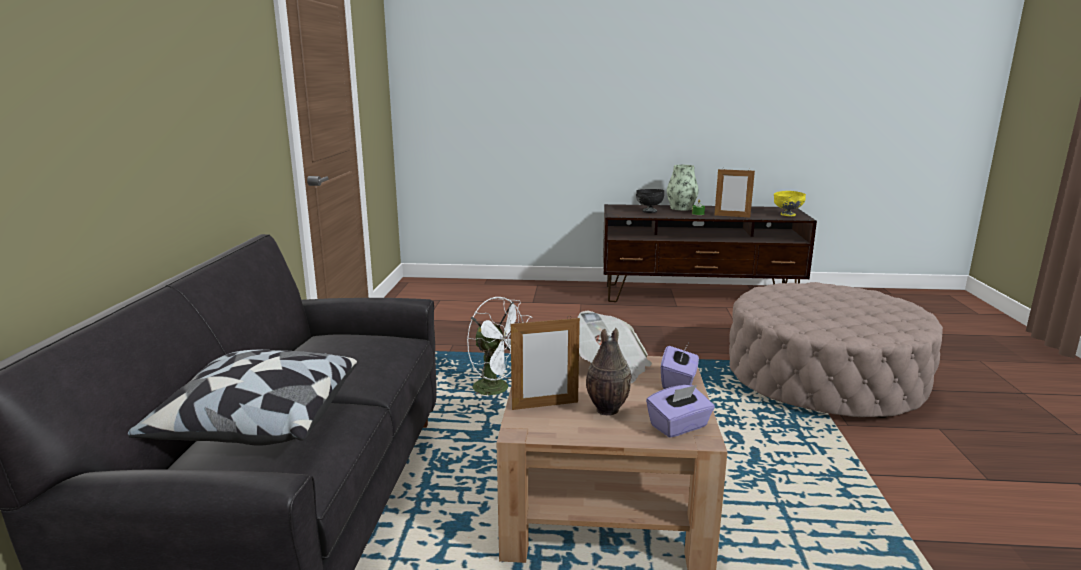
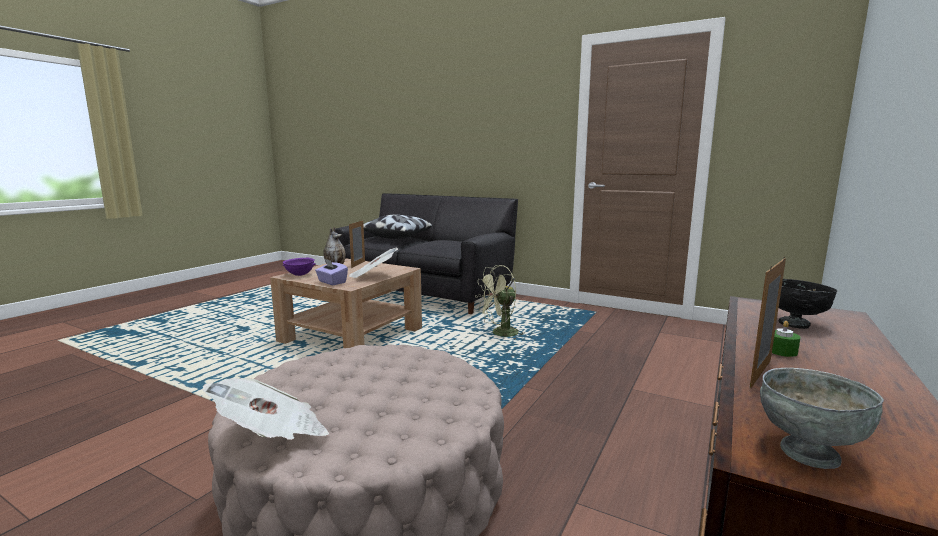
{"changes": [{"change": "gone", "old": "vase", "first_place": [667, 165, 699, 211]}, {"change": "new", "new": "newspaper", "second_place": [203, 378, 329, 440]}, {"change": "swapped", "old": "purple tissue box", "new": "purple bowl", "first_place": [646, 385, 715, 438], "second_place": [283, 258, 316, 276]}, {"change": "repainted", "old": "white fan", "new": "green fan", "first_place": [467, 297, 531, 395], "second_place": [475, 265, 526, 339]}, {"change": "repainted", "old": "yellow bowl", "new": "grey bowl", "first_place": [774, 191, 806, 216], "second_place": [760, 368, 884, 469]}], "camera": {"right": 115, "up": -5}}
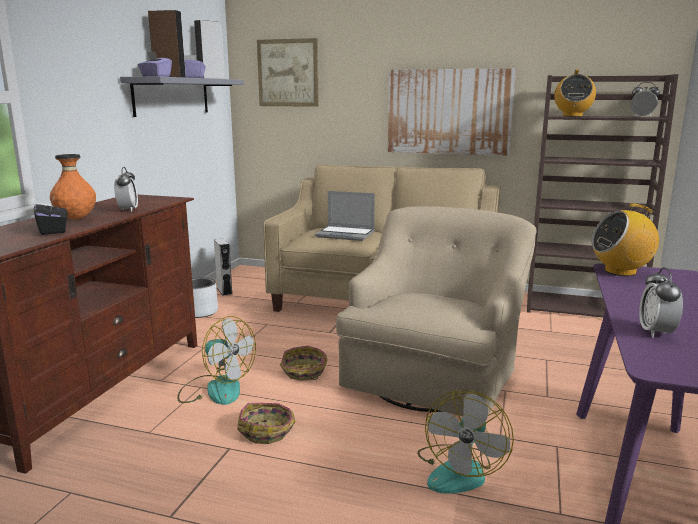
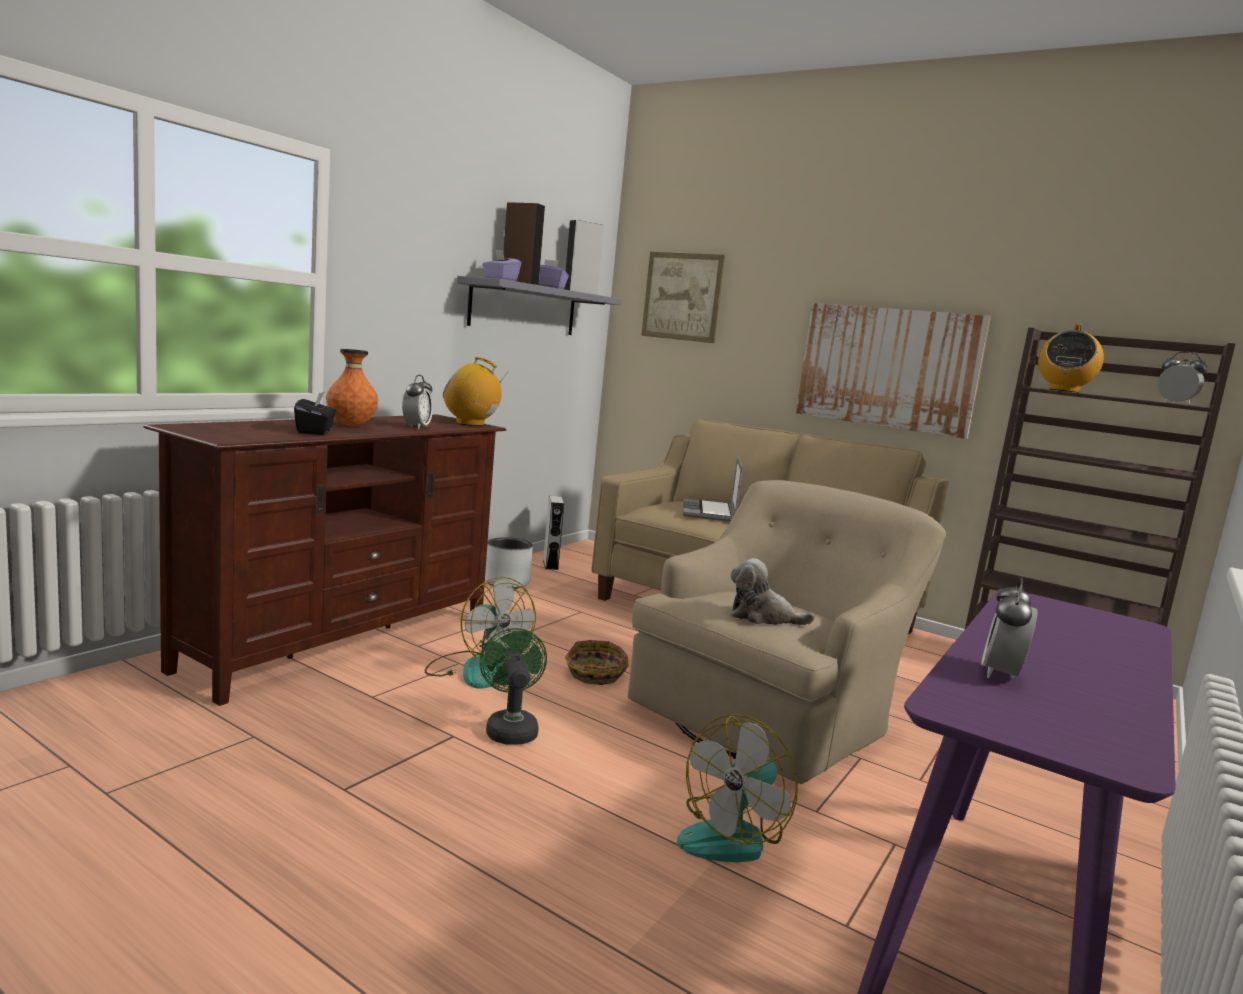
{"changes": [{"change": "new", "new": "plush toy", "second_place": [731, 558, 815, 625]}, {"change": "shifted", "old": "radio", "first_place": [591, 203, 659, 276], "second_place": [443, 357, 508, 426]}, {"change": "swapped", "old": "basket", "new": "green fan", "first_place": [237, 403, 295, 444], "second_place": [480, 628, 547, 745]}, {"change": "rotated", "old": "laptop", "first_place": [315, 191, 375, 241], "second_place": [683, 456, 743, 522], "degrees": 60}], "camera": {"right": 15, "up": -5}}
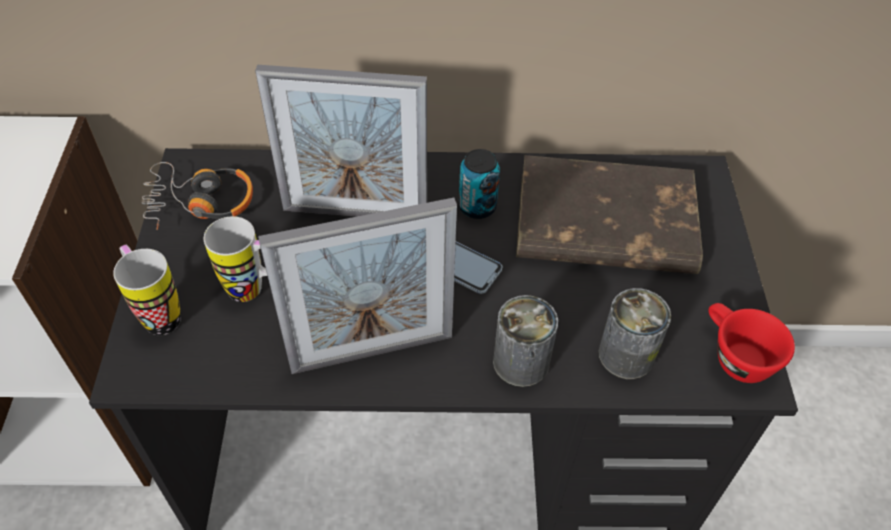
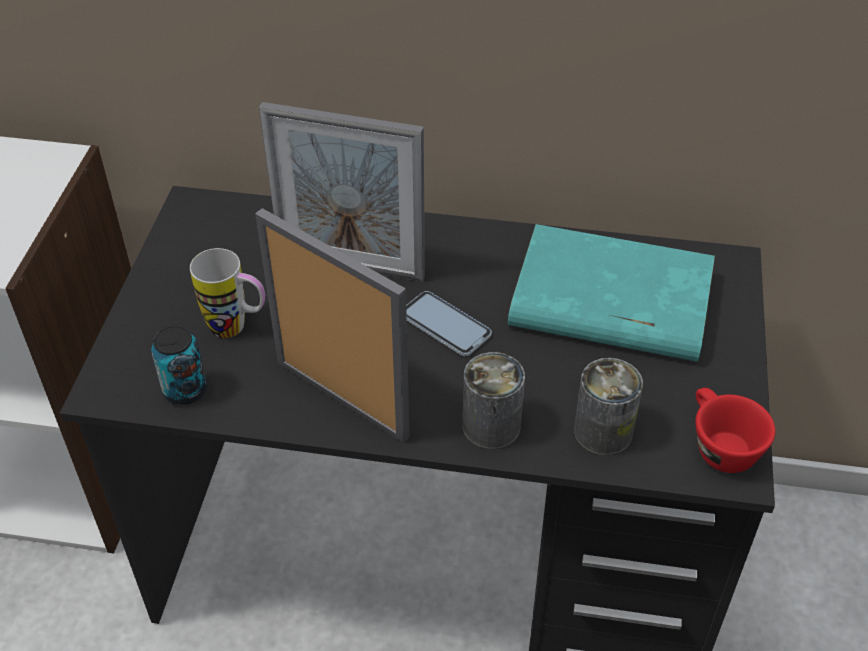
{"changes": [{"change": "gone", "old": "mug", "first_place": [113, 245, 181, 335]}, {"change": "gone", "old": "headphones", "first_place": [142, 162, 253, 230]}, {"change": "shifted", "old": "can", "first_place": [459, 149, 500, 219], "second_place": [151, 326, 207, 405]}, {"change": "repainted", "old": "brown book", "new": "turquoise book", "first_place": [516, 155, 703, 274], "second_place": [508, 224, 715, 362]}, {"change": "rotated", "old": "picture frame", "first_place": [258, 198, 457, 374], "second_place": [255, 208, 410, 443], "degrees": -135}], "camera": {"right": 10, "up": -5}}
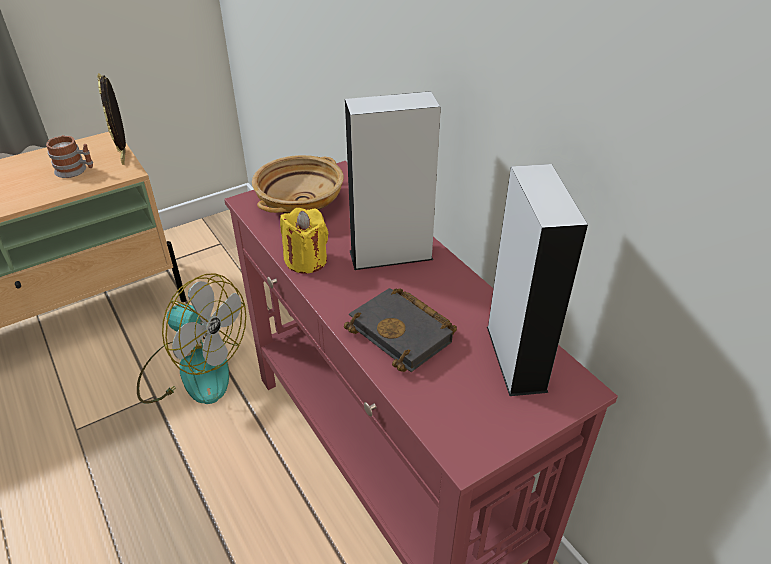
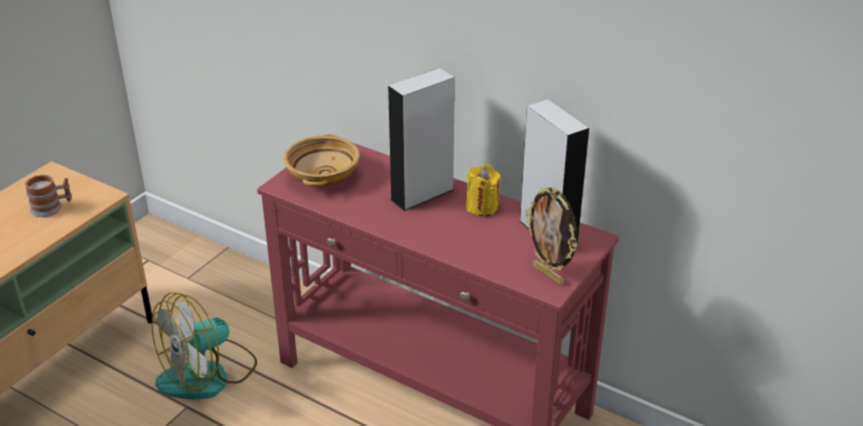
{"changes": [{"change": "gone", "old": "black book", "first_place": [344, 288, 457, 372]}, {"change": "shifted", "old": "picture frame", "first_place": [97, 73, 126, 165], "second_place": [526, 187, 578, 285]}, {"change": "shifted", "old": "yellow candle", "first_place": [280, 208, 329, 273], "second_place": [466, 164, 501, 216]}, {"change": "rotated", "old": "fan", "first_place": [137, 273, 246, 404], "second_place": [151, 292, 257, 400], "degrees": 135}], "camera": {"right": -25, "up": -5}}
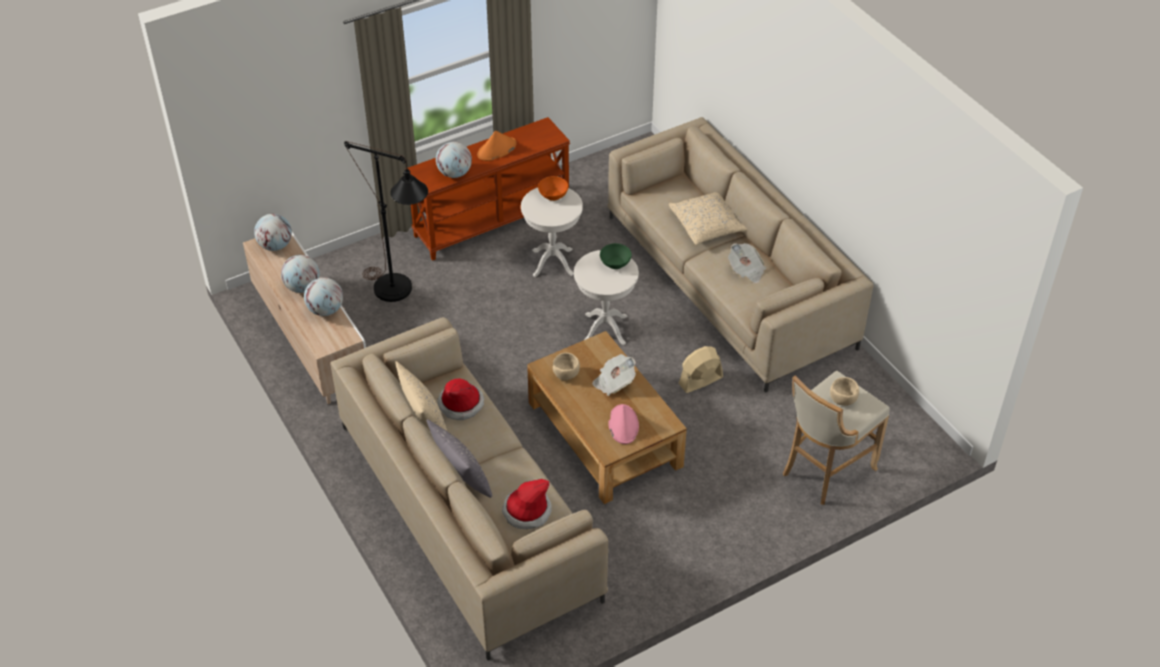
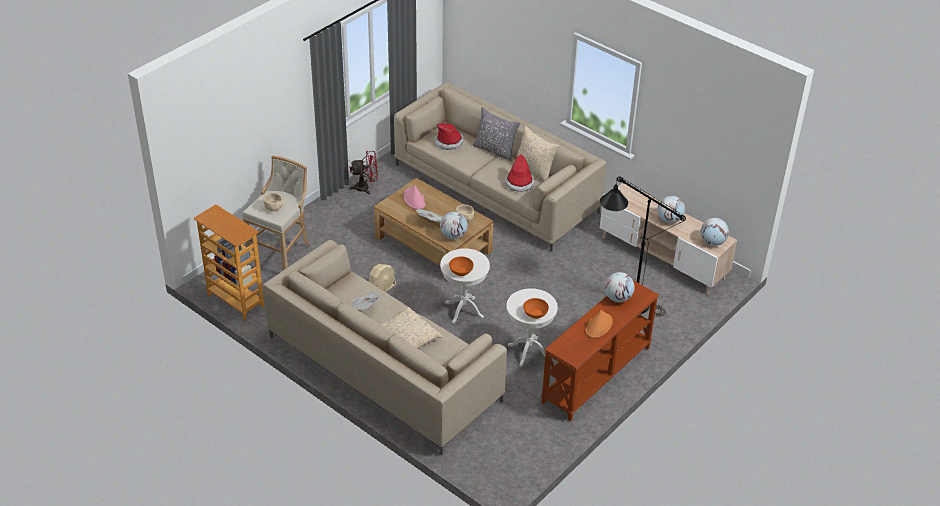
{"changes": [{"change": "new", "new": "bookcase", "second_place": [193, 204, 265, 321]}, {"change": "new", "new": "red fan", "second_place": [350, 151, 378, 194]}, {"change": "shifted", "old": "globe", "first_place": [304, 277, 343, 316], "second_place": [440, 212, 468, 239]}, {"change": "repainted", "old": "green bowl", "new": "orange bowl", "first_place": [600, 243, 632, 269], "second_place": [449, 256, 474, 276]}], "camera": {"right": 160, "up": -5}}
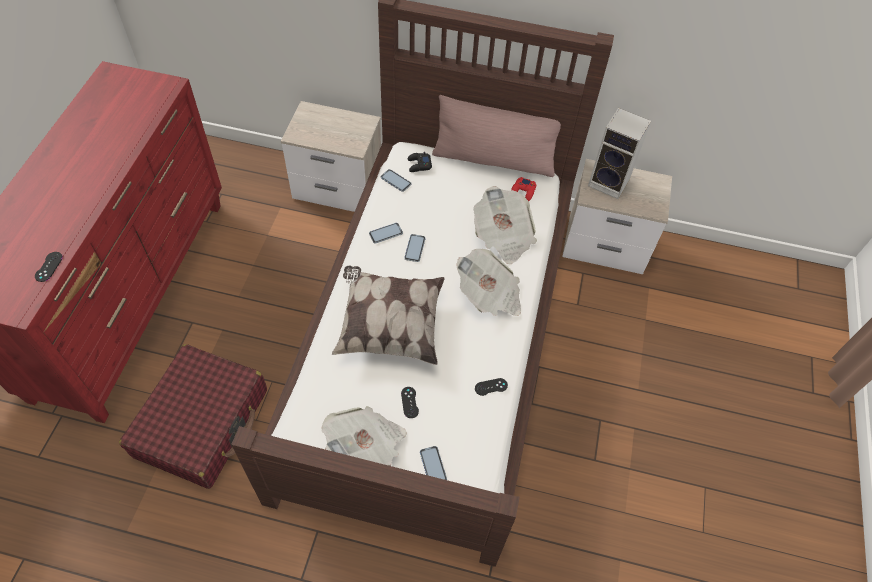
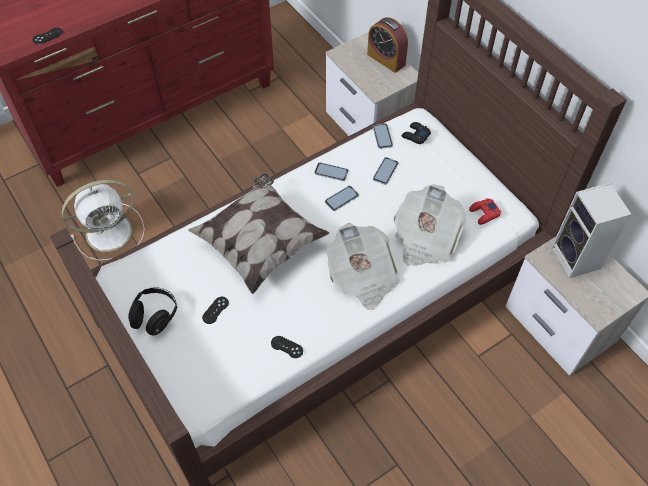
{"changes": [{"change": "gone", "old": "pink pillow", "first_place": [432, 95, 561, 177]}, {"change": "new", "new": "alarm clock", "second_place": [367, 17, 408, 73]}, {"change": "shifted", "old": "phone", "first_place": [420, 446, 447, 480], "second_place": [373, 157, 398, 185]}, {"change": "swapped", "old": "red suitcase", "new": "white fan", "first_place": [119, 344, 267, 489], "second_place": [62, 180, 145, 261]}, {"change": "swapped", "old": "newspaper", "new": "black headphones", "first_place": [321, 406, 407, 466], "second_place": [128, 287, 177, 335]}], "camera": {"right": 45, "up": 0}}
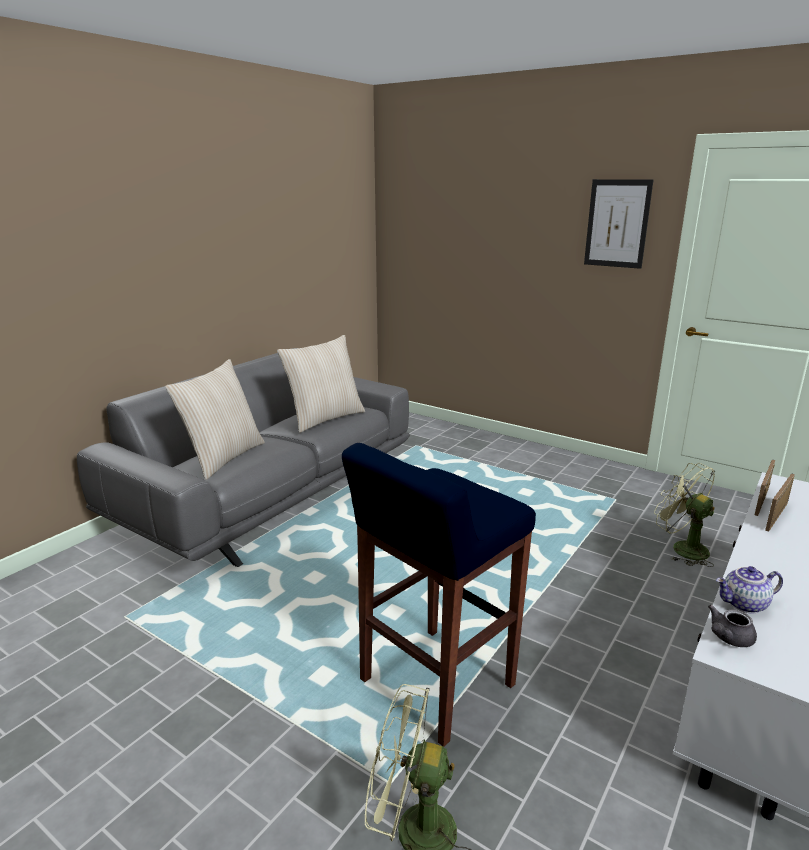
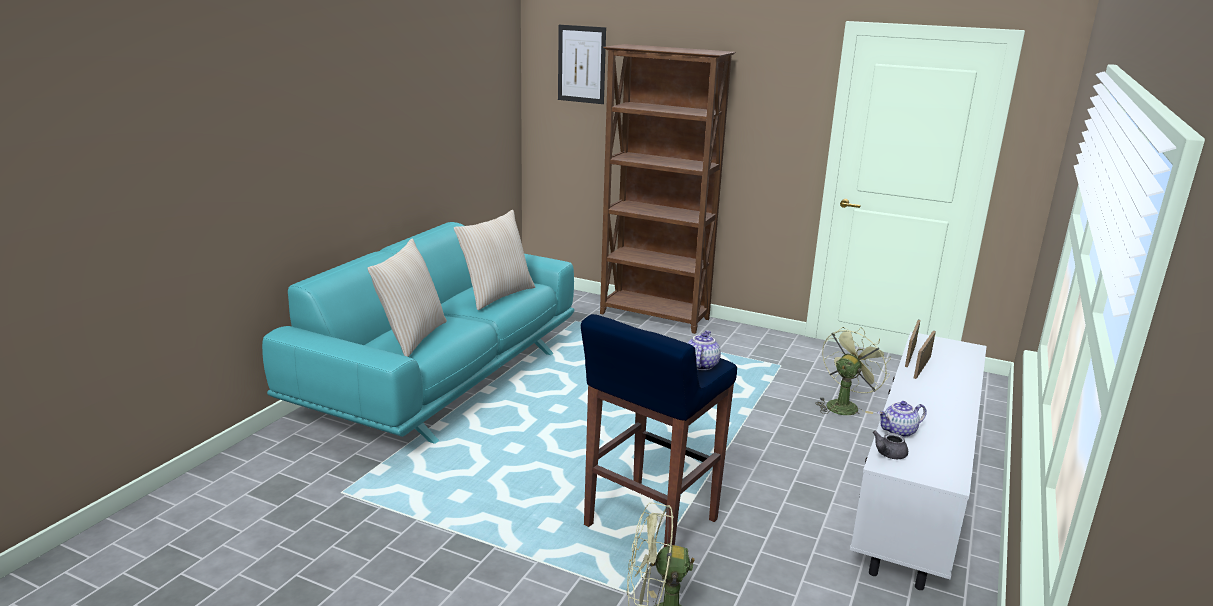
{"changes": [{"change": "new", "new": "brown bookcase", "second_place": [600, 44, 736, 334]}, {"change": "new", "new": "teapot", "second_place": [688, 330, 721, 370]}, {"change": "shifted", "old": "picture", "first_place": [584, 179, 653, 269], "second_place": [558, 25, 606, 104]}, {"change": "repainted", "old": "grey sofa", "new": "turquoise sofa", "first_place": [77, 348, 410, 567], "second_place": [262, 222, 574, 444]}, {"change": "rotated", "old": "green fan", "first_place": [654, 463, 715, 567], "second_place": [815, 327, 891, 415], "degrees": 90}], "camera": {"right": -10, "up": 0}}
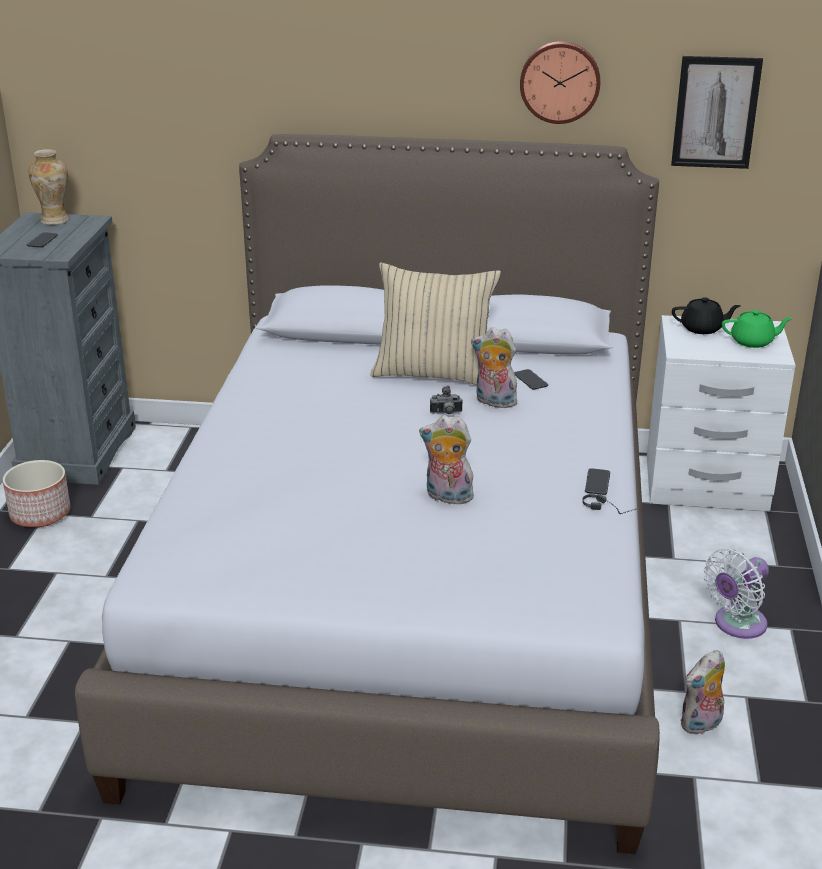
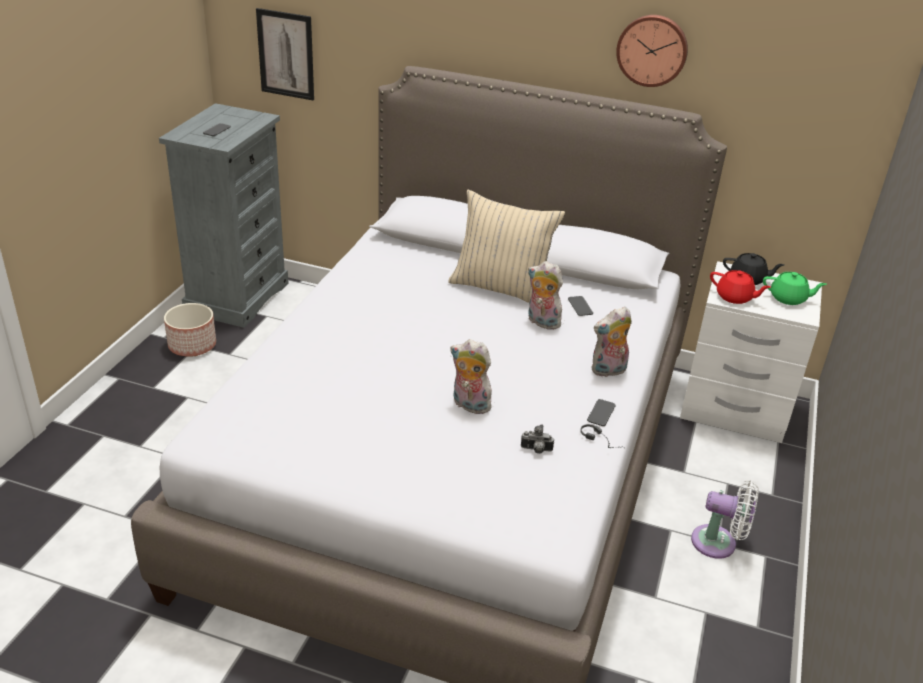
{"changes": [{"change": "gone", "old": "vase", "first_place": [29, 149, 69, 225]}, {"change": "new", "new": "red teapot", "second_place": [710, 270, 771, 304]}, {"change": "shifted", "old": "photo camera", "first_place": [430, 386, 463, 414], "second_place": [521, 424, 554, 454]}, {"change": "shifted", "old": "picture", "first_place": [671, 56, 763, 169], "second_place": [256, 8, 314, 100]}, {"change": "shifted", "old": "plush toy", "first_place": [680, 650, 725, 735], "second_place": [592, 307, 632, 377]}, {"change": "rotated", "old": "white fan", "first_place": [704, 548, 769, 639], "second_place": [691, 480, 759, 559], "degrees": -135}], "camera": {"right": 10, "up": 5}}
